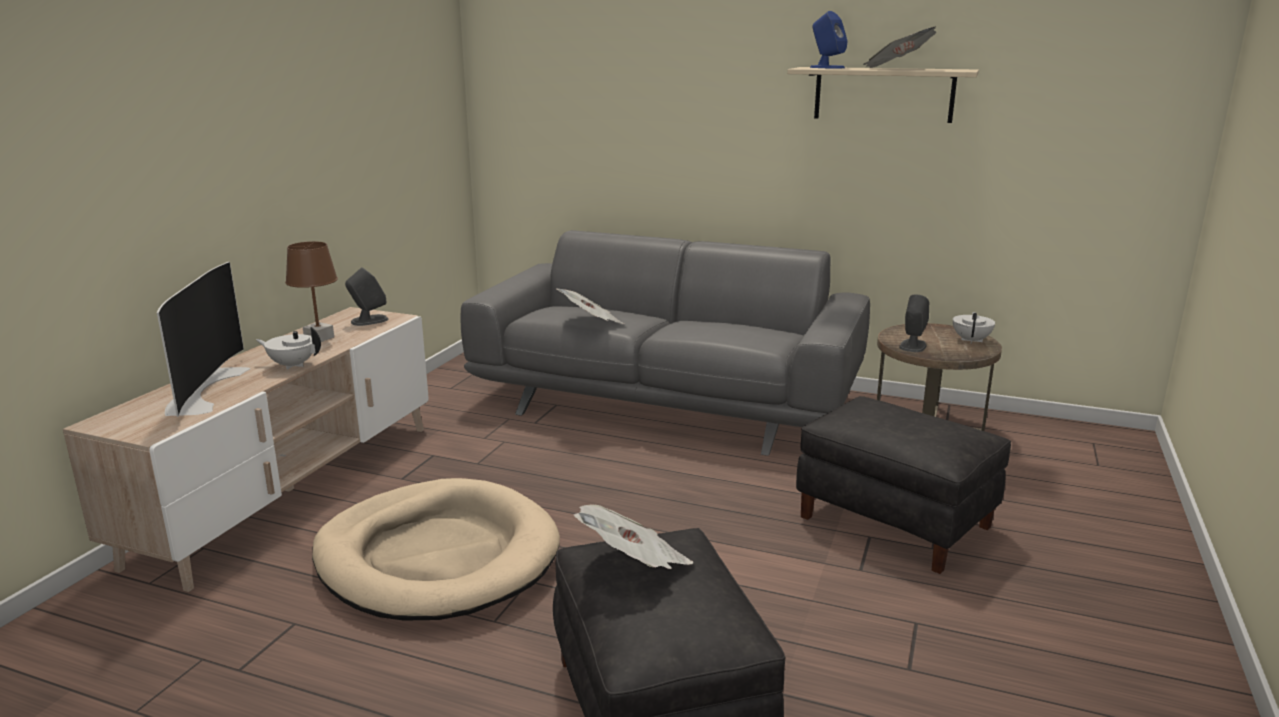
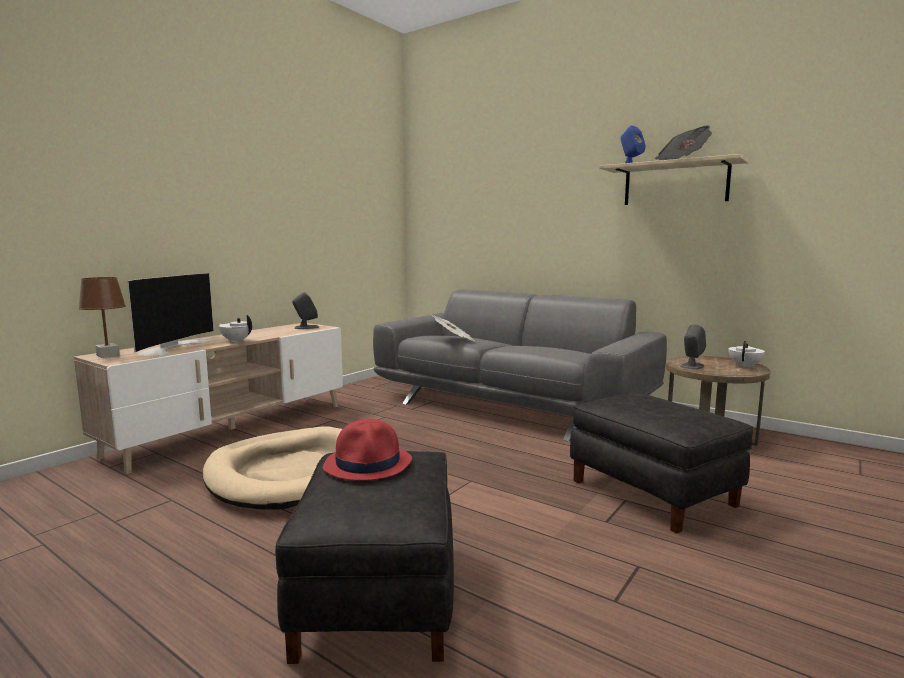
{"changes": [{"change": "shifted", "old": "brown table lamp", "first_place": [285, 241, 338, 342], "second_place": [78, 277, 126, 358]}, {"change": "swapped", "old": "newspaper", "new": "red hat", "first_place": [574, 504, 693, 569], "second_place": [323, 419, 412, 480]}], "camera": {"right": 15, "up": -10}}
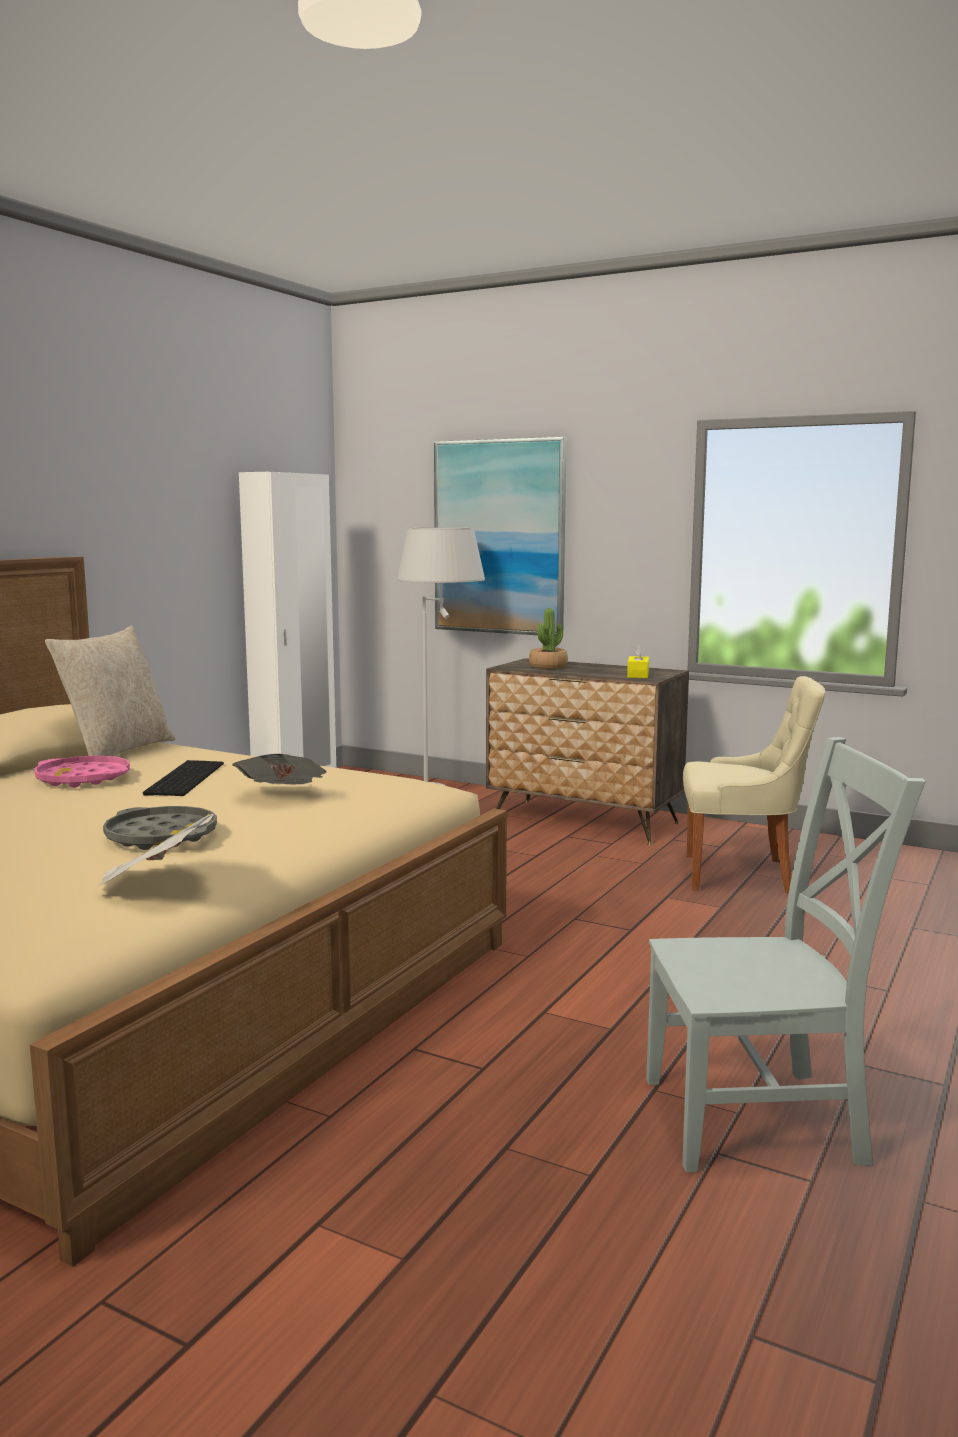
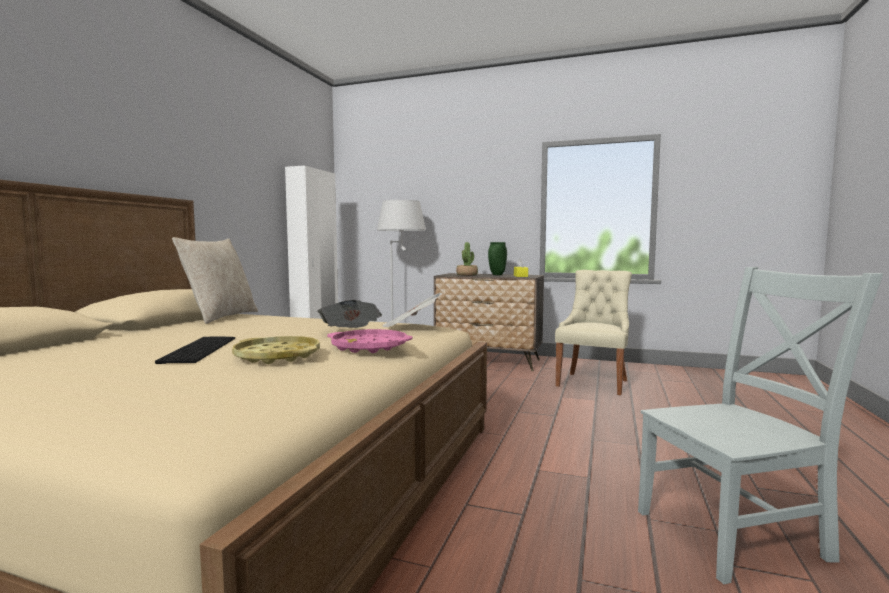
{"changes": [{"change": "gone", "old": "picture", "first_place": [434, 437, 567, 637]}, {"change": "new", "new": "green vase", "second_place": [488, 242, 507, 275]}, {"change": "shifted", "old": "pink tray", "first_place": [34, 756, 130, 788], "second_place": [327, 329, 413, 353]}, {"change": "shifted", "old": "newspaper", "first_place": [97, 814, 214, 887], "second_place": [382, 293, 442, 328]}, {"change": "shifted", "old": "keyboard", "first_place": [143, 760, 224, 796], "second_place": [155, 336, 235, 364]}, {"change": "repainted", "old": "grey tray", "new": "yellow tray", "first_place": [103, 806, 217, 850], "second_place": [232, 336, 320, 364]}, {"change": "rotated", "old": "beige chair", "first_place": [683, 676, 825, 894], "second_place": [555, 270, 632, 395], "degrees": -60}], "camera": {"right": -10, "up": -5}}
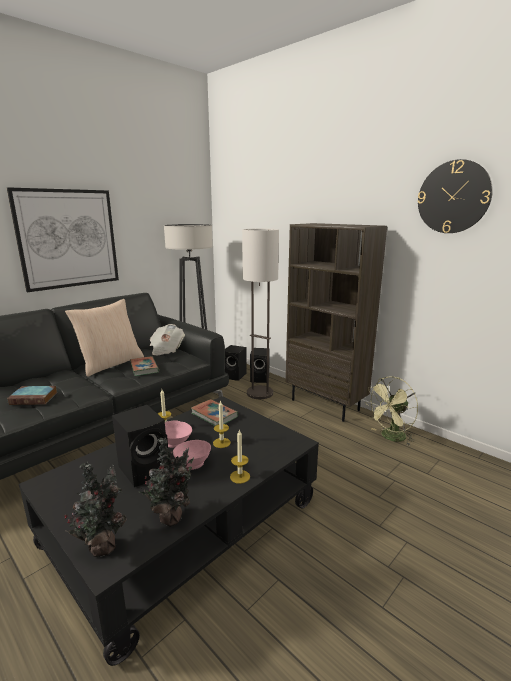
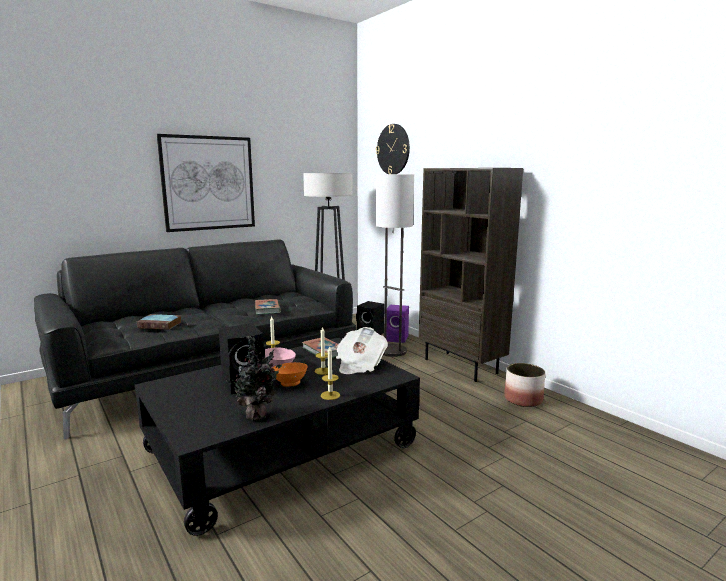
{"changes": [{"change": "gone", "old": "potted plant", "first_place": [64, 462, 127, 557]}, {"change": "gone", "old": "beige pillow", "first_place": [65, 299, 144, 377]}, {"change": "shifted", "old": "newspaper", "first_place": [150, 324, 185, 355], "second_place": [336, 327, 388, 374]}, {"change": "shifted", "old": "wall clock", "first_place": [418, 159, 493, 233], "second_place": [376, 124, 410, 174]}, {"change": "swapped", "old": "green fan", "new": "planter", "first_place": [365, 376, 418, 446], "second_place": [504, 363, 545, 407]}, {"change": "repainted", "old": "pink bowl", "new": "orange bowl", "first_place": [173, 440, 211, 470], "second_place": [272, 362, 308, 387]}, {"change": "repainted", "old": "black speaker", "new": "purple speaker", "first_place": [250, 348, 270, 383], "second_place": [386, 305, 409, 343]}], "camera": {"right": 10, "up": -5}}
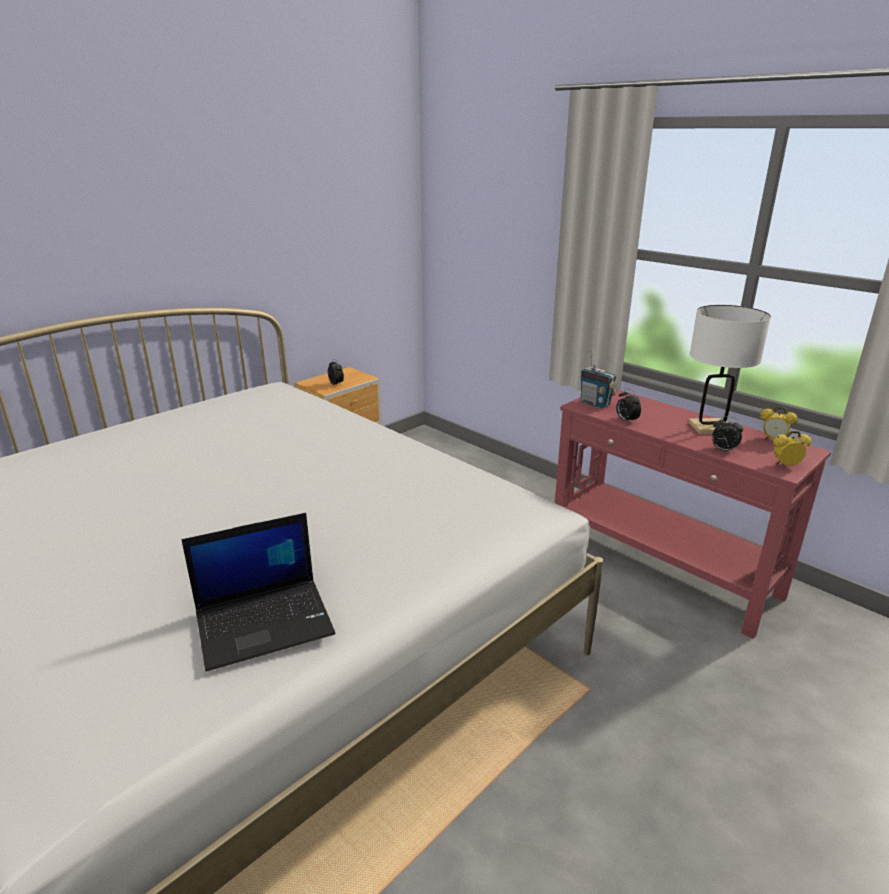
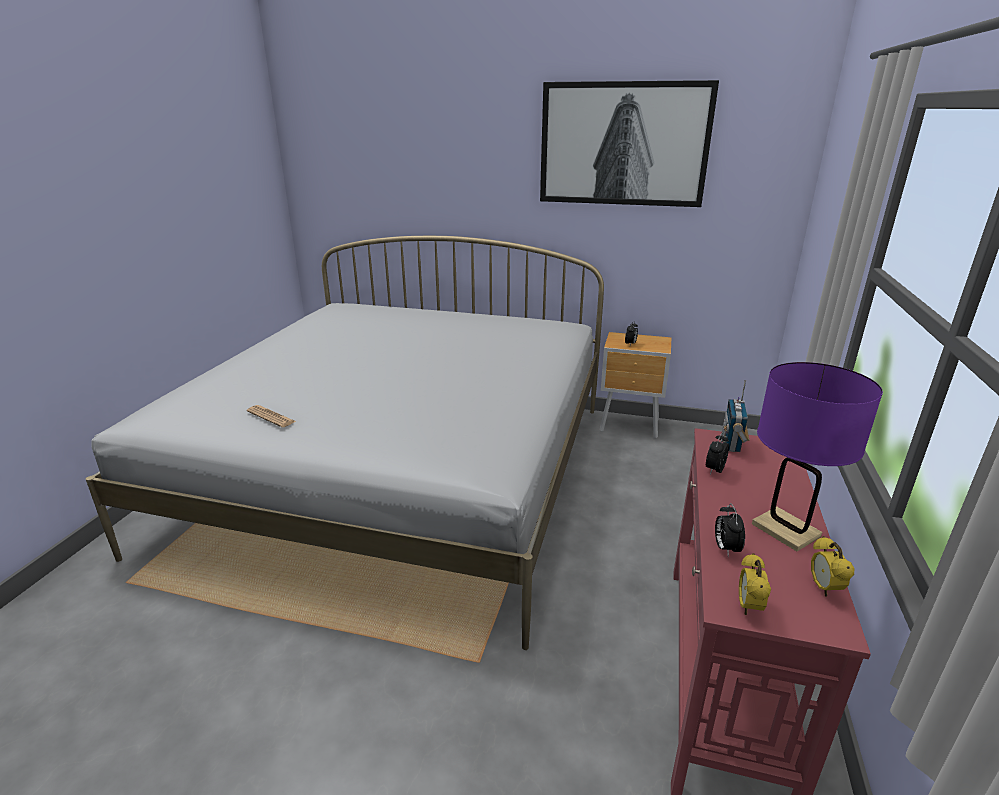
{"changes": [{"change": "new", "new": "picture", "second_place": [540, 80, 719, 207]}, {"change": "swapped", "old": "laptop", "new": "newspaper", "first_place": [181, 513, 335, 672], "second_place": [247, 405, 296, 428]}, {"change": "repainted", "old": "white table lamp", "new": "purple table lamp", "first_place": [688, 305, 771, 434], "second_place": [752, 362, 883, 551]}, {"change": "rotated", "old": "alarm clock", "first_place": [773, 431, 811, 466], "second_place": [739, 553, 771, 615], "degrees": -135}], "camera": {"right": 60, "up": 0}}
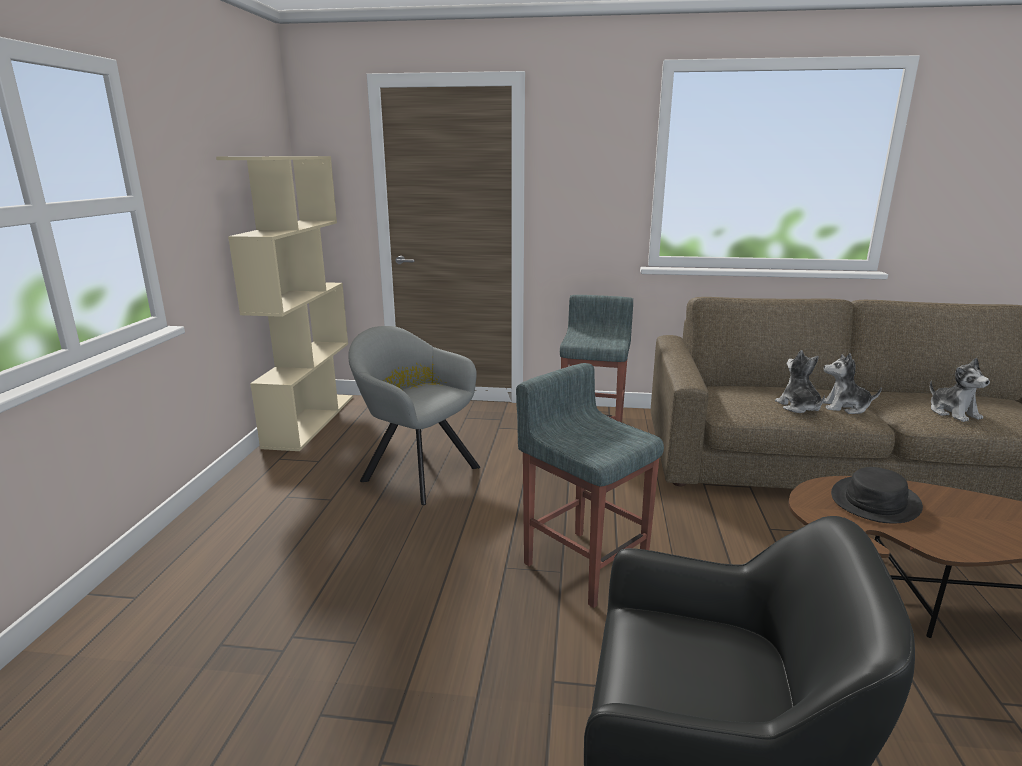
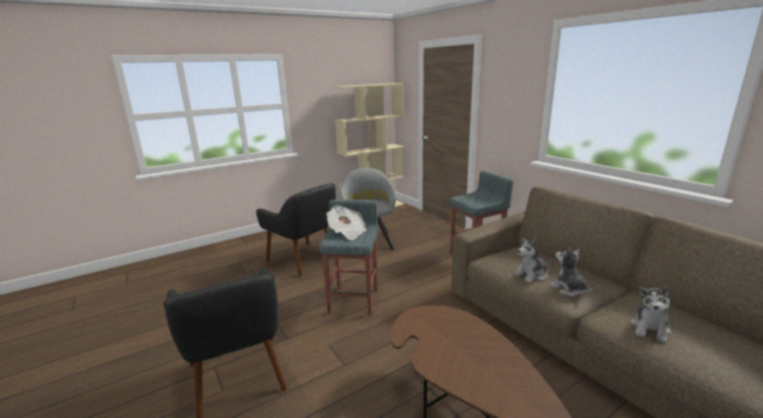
{"changes": [{"change": "gone", "old": "black hat", "first_place": [831, 467, 923, 523]}, {"change": "new", "new": "black armchair", "second_place": [256, 183, 336, 277]}, {"change": "new", "new": "newspaper", "second_place": [326, 205, 367, 240]}, {"change": "rotated", "old": "plush toy", "first_place": [775, 350, 825, 413], "second_place": [514, 238, 549, 282], "degrees": -150}], "camera": {"right": 50, "up": 0}}
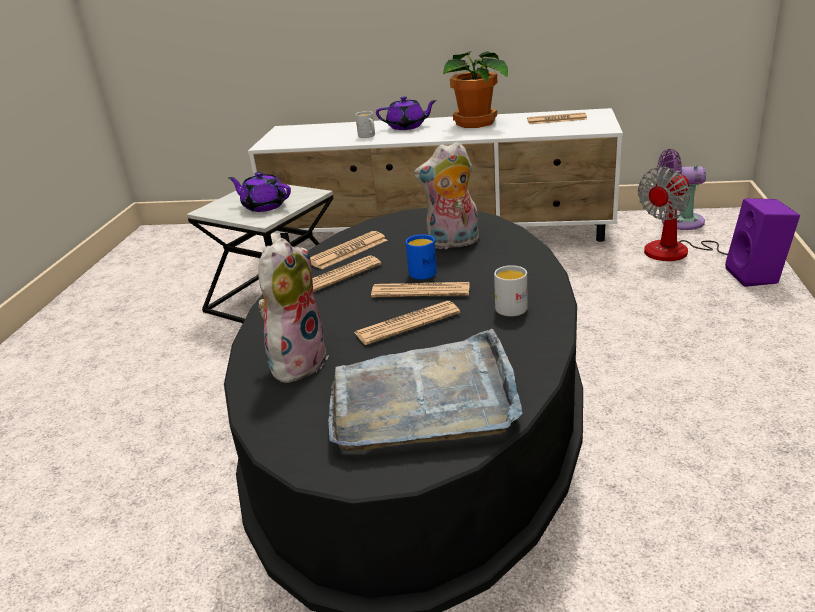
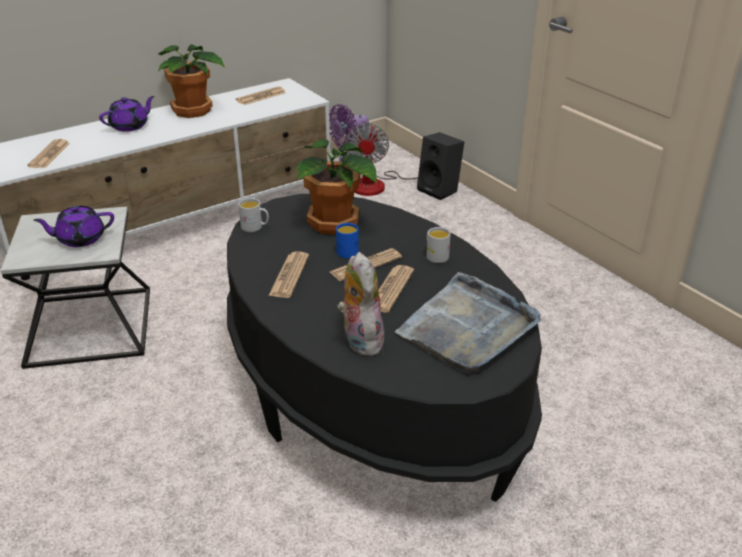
{"changes": [{"change": "shifted", "old": "newspaper", "first_place": [310, 231, 388, 269], "second_place": [28, 139, 70, 168]}, {"change": "shifted", "old": "white mug", "first_place": [355, 111, 375, 138], "second_place": [238, 198, 269, 232]}, {"change": "swapped", "old": "plush toy", "new": "potted plant", "first_place": [414, 141, 479, 249], "second_place": [294, 139, 377, 235]}, {"change": "repainted", "old": "purple speaker", "new": "black speaker", "first_place": [725, 198, 800, 287], "second_place": [417, 132, 464, 200]}], "camera": {"right": -45, "up": 5}}
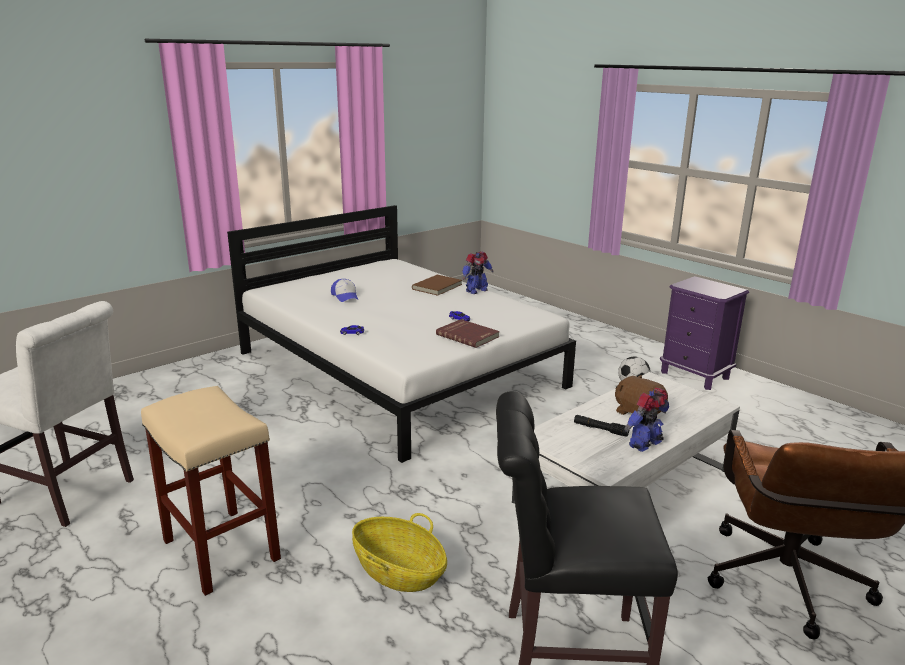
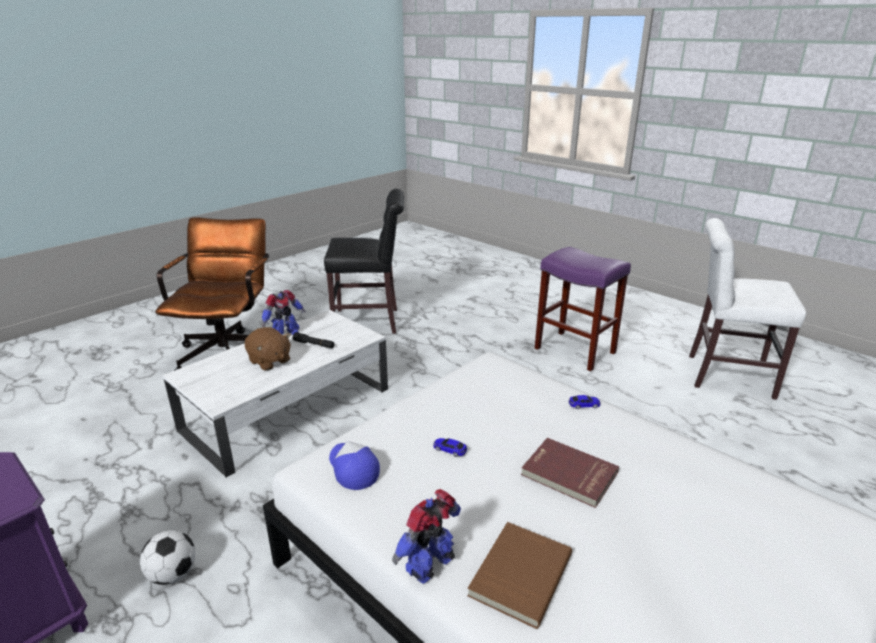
{"changes": [{"change": "gone", "old": "basket", "first_place": [352, 513, 447, 592]}, {"change": "shifted", "old": "cap", "first_place": [331, 279, 358, 302], "second_place": [329, 441, 380, 490]}, {"change": "shifted", "old": "red book", "first_place": [436, 319, 500, 348], "second_place": [521, 438, 619, 508]}, {"change": "repainted", "old": "beige stool", "new": "purple stool", "first_place": [141, 386, 281, 596], "second_place": [535, 247, 631, 371]}], "camera": {"right": 175, "up": 5}}
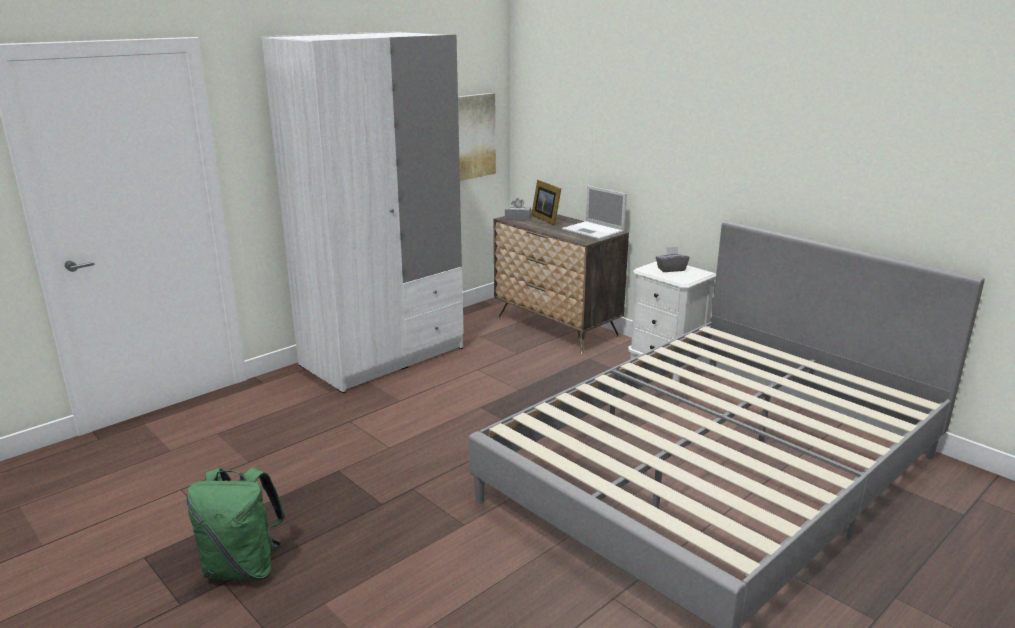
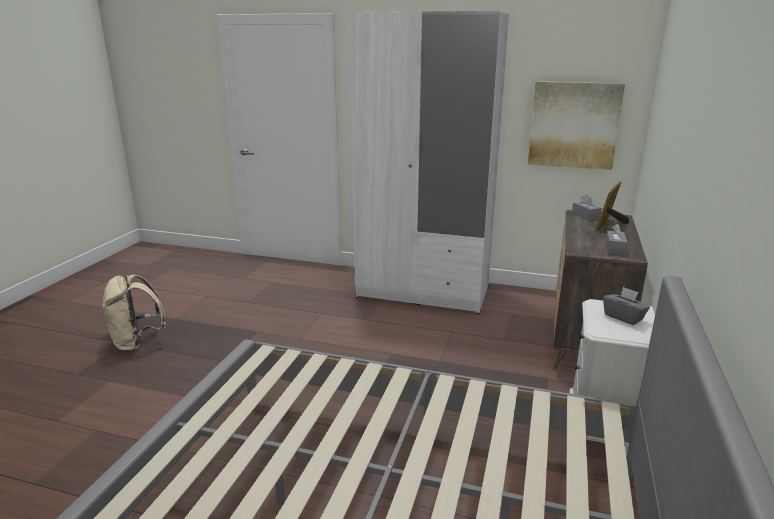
{"changes": [{"change": "swapped", "old": "laptop", "new": "grey tissue box", "first_place": [562, 186, 627, 240], "second_place": [605, 224, 628, 255]}, {"change": "repainted", "old": "green backpack", "new": "beige backpack", "first_place": [186, 468, 285, 581], "second_place": [103, 275, 166, 352]}], "camera": {"right": 60, "up": 0}}
